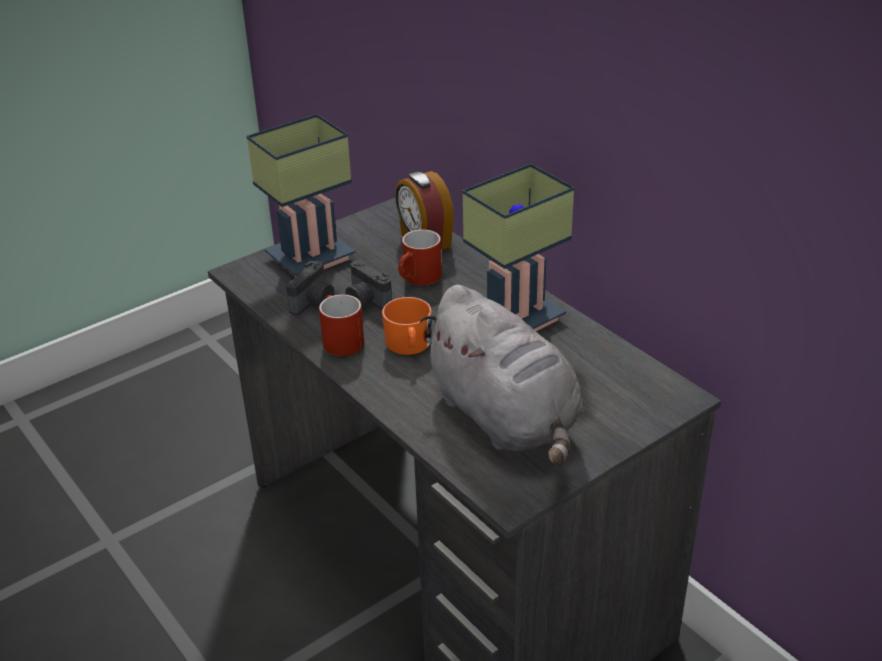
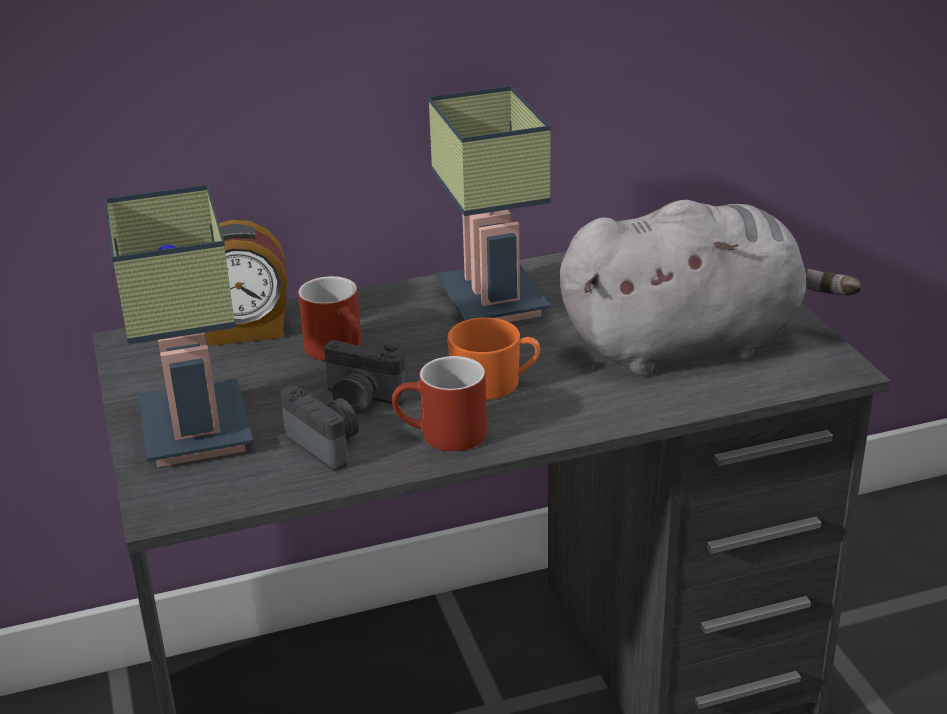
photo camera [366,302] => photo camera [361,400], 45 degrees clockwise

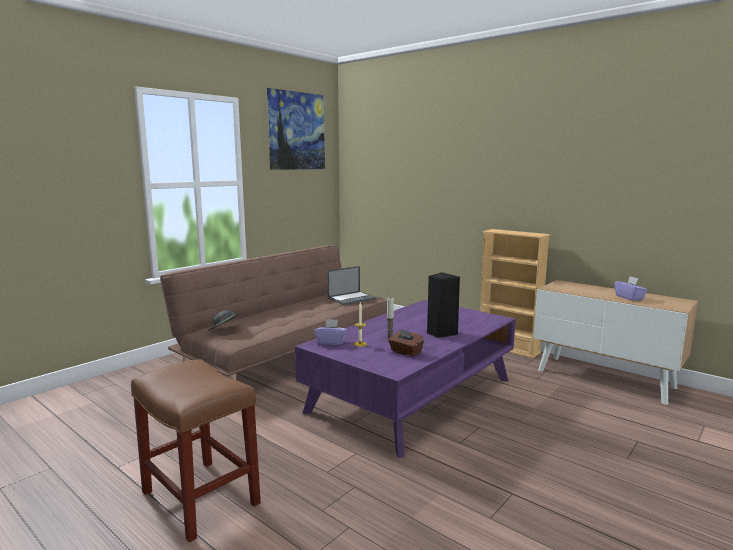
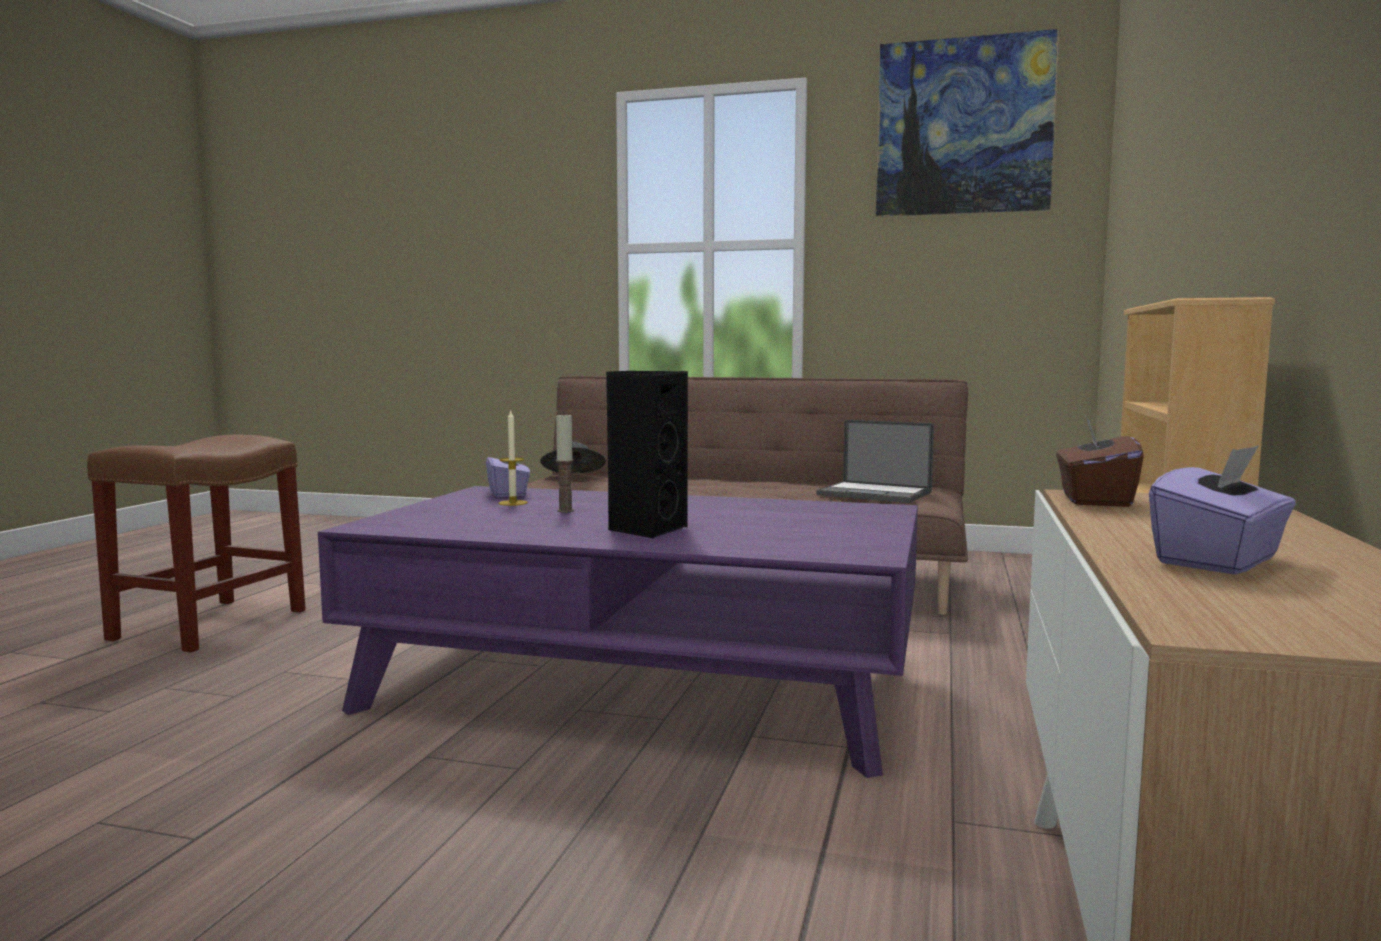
brown-coloured tissue holder [405,352] => brown-coloured tissue holder [1094,500], relocated

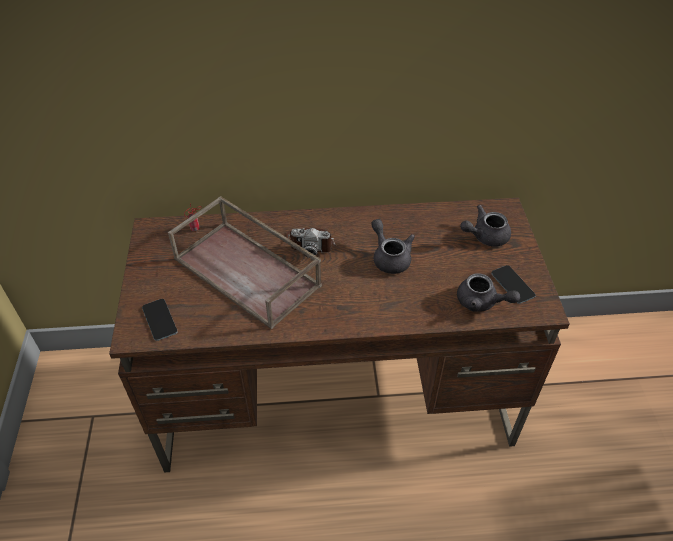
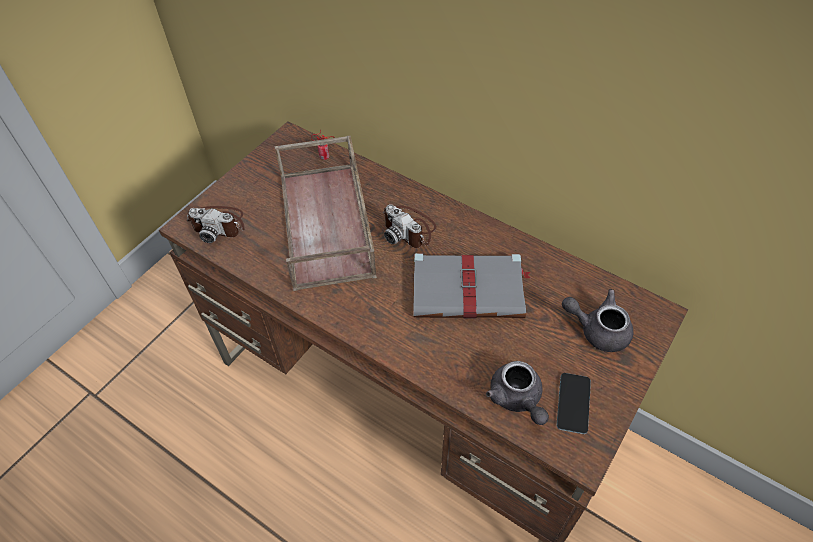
handset [159,320] => photo camera [219,224]
grey teapot [389,257] => grey book [470,289]

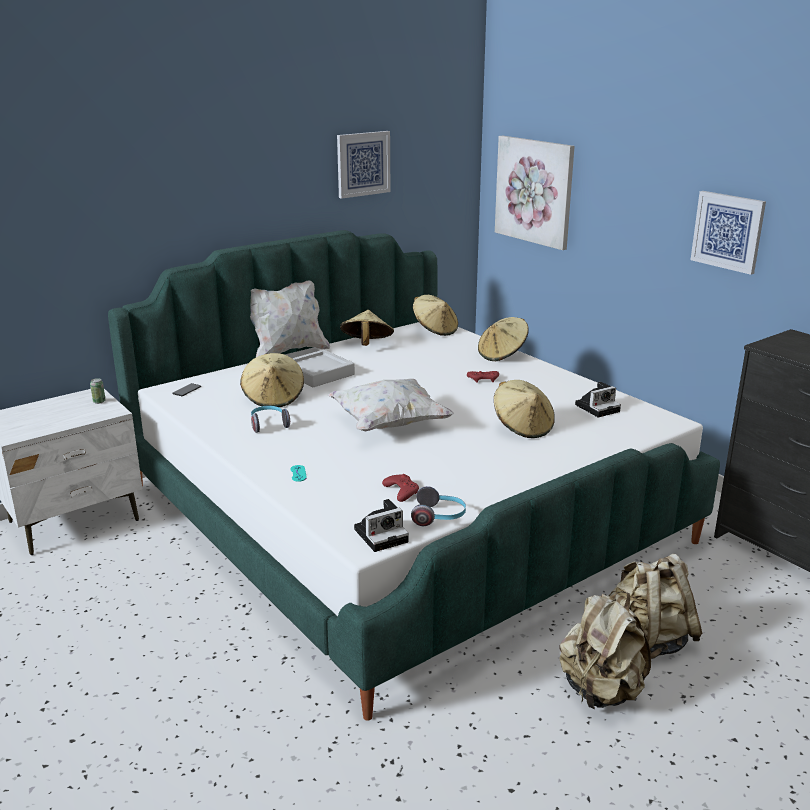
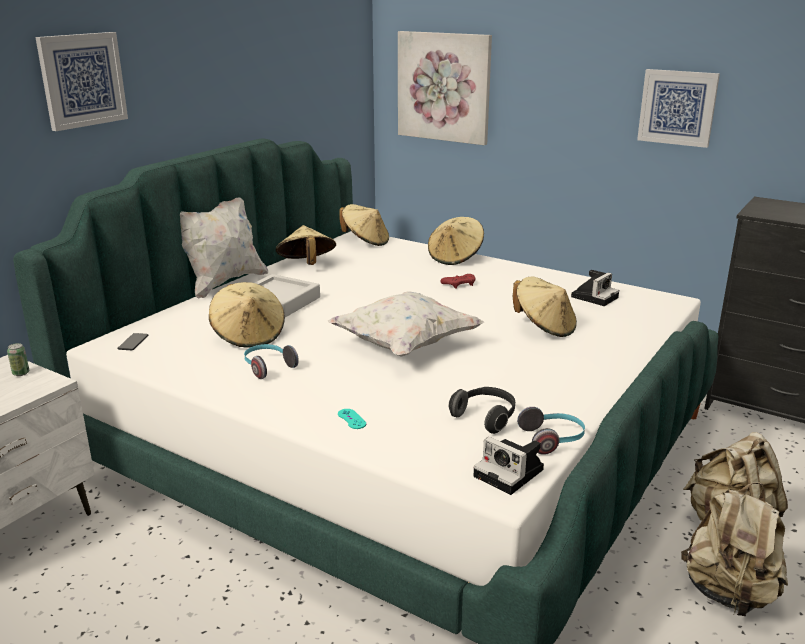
wall picture [363,164] => wall picture [82,80], relocated
photo camera [382,534] => photo camera [511,473], 90 degrees clockwise
red joypad [401,491] => headphones [485,417]

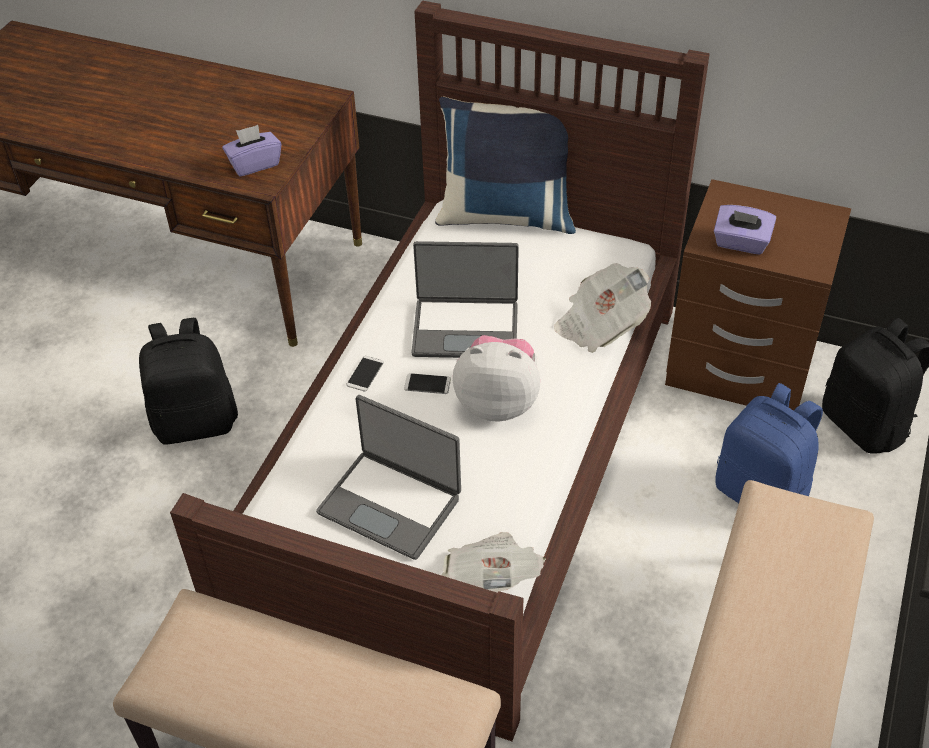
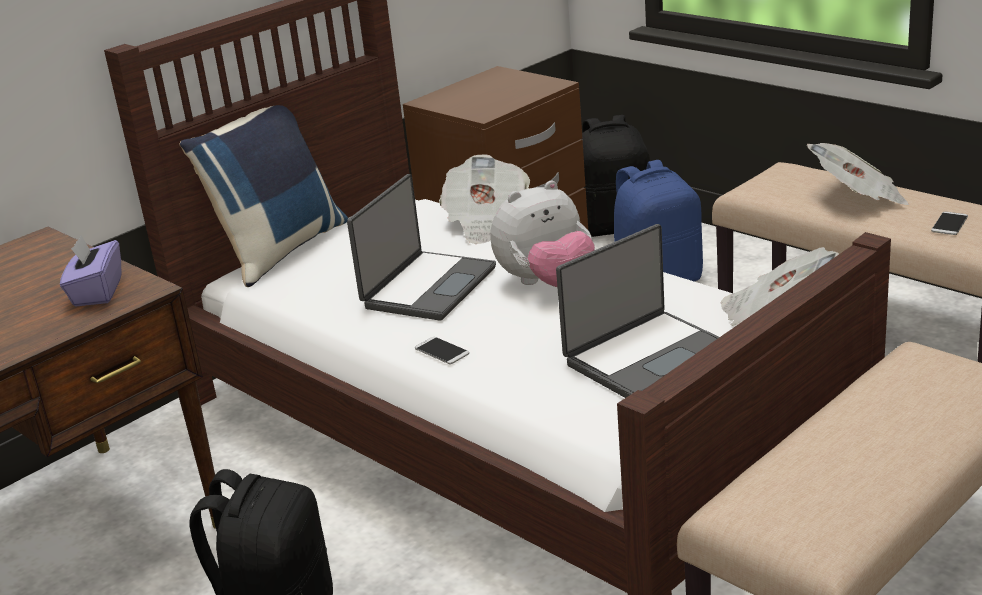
handset [427,384] => handset [949,224], relocated
plush toy [498,402] => plush toy [546,283], 150 degrees counterclockwise
purple tissue holder [741,243] => nothing
nothing => daily paper [858,198]

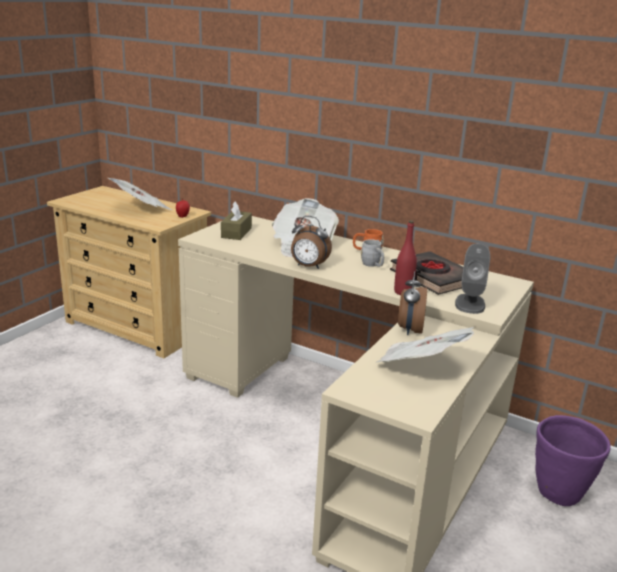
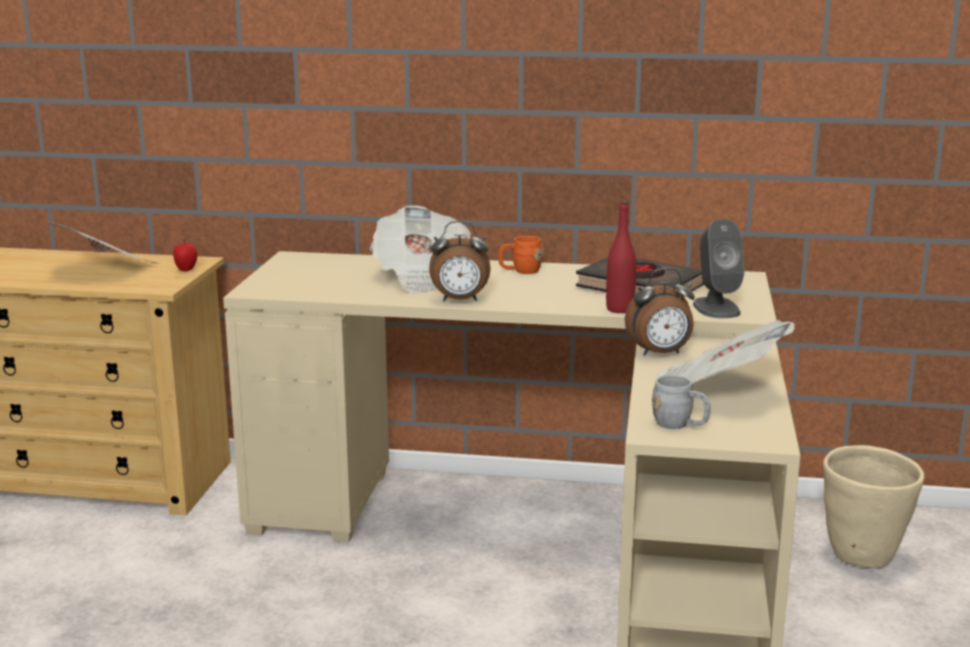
brown-coloured tissue holder [236,232] => nothing
grey tea mug [373,265] => grey tea mug [680,425], relocated
table clock [409,329] => table clock [660,353], 90 degrees counterclockwise
purple flower pot [559,494] => sand-coloured flower pot [863,557]

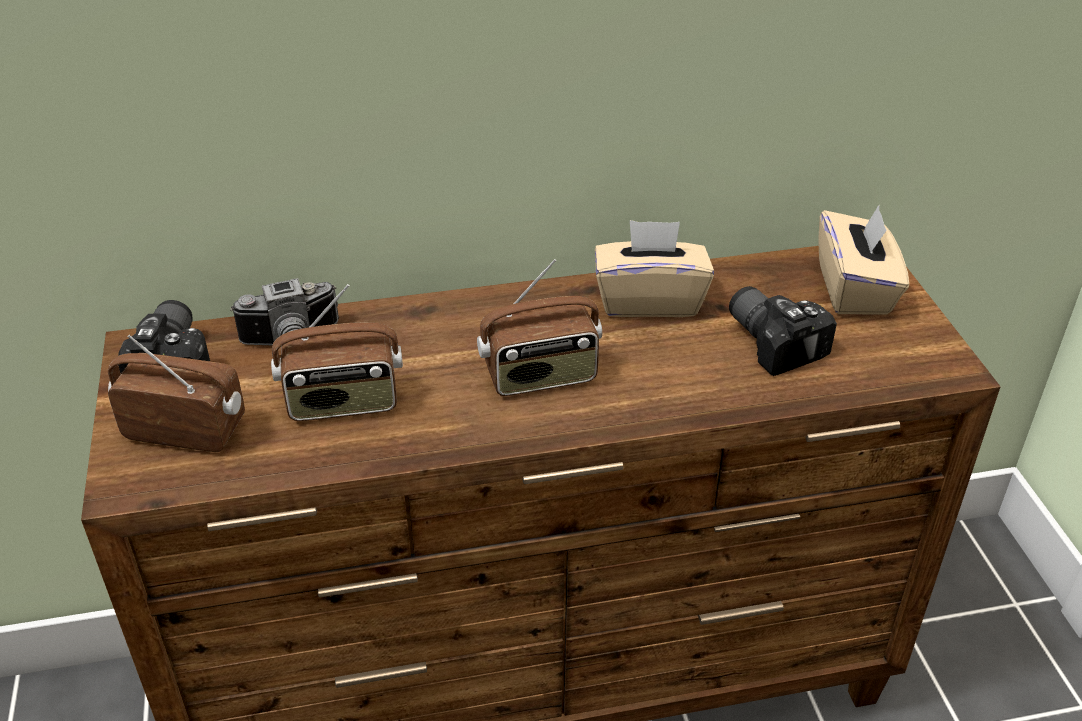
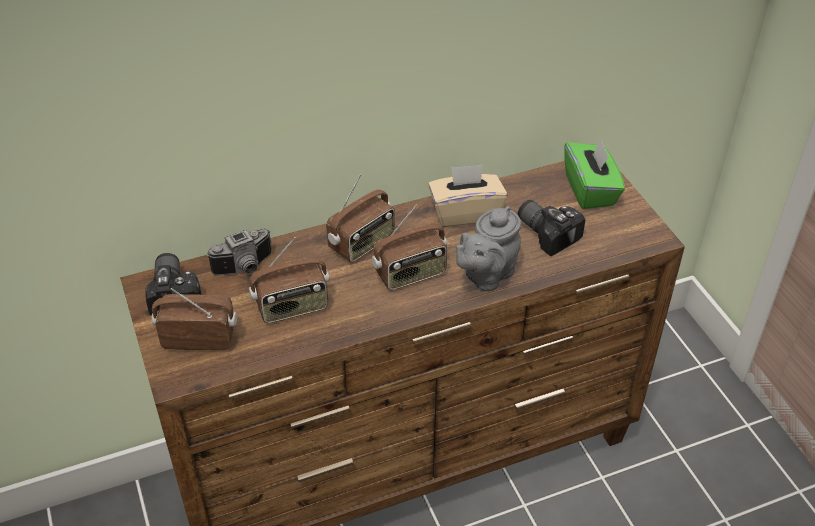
sand-coloured tissue holder [855,289] => green-coloured tissue holder [590,190]
nothing => radio receiver [362,244]
nothing => grey teapot [486,276]

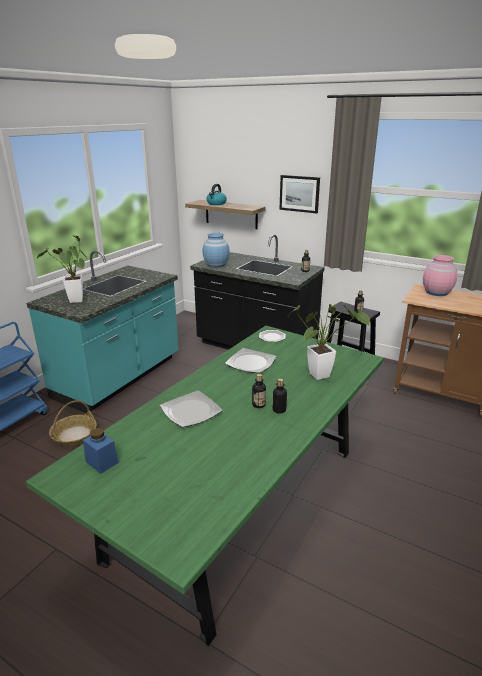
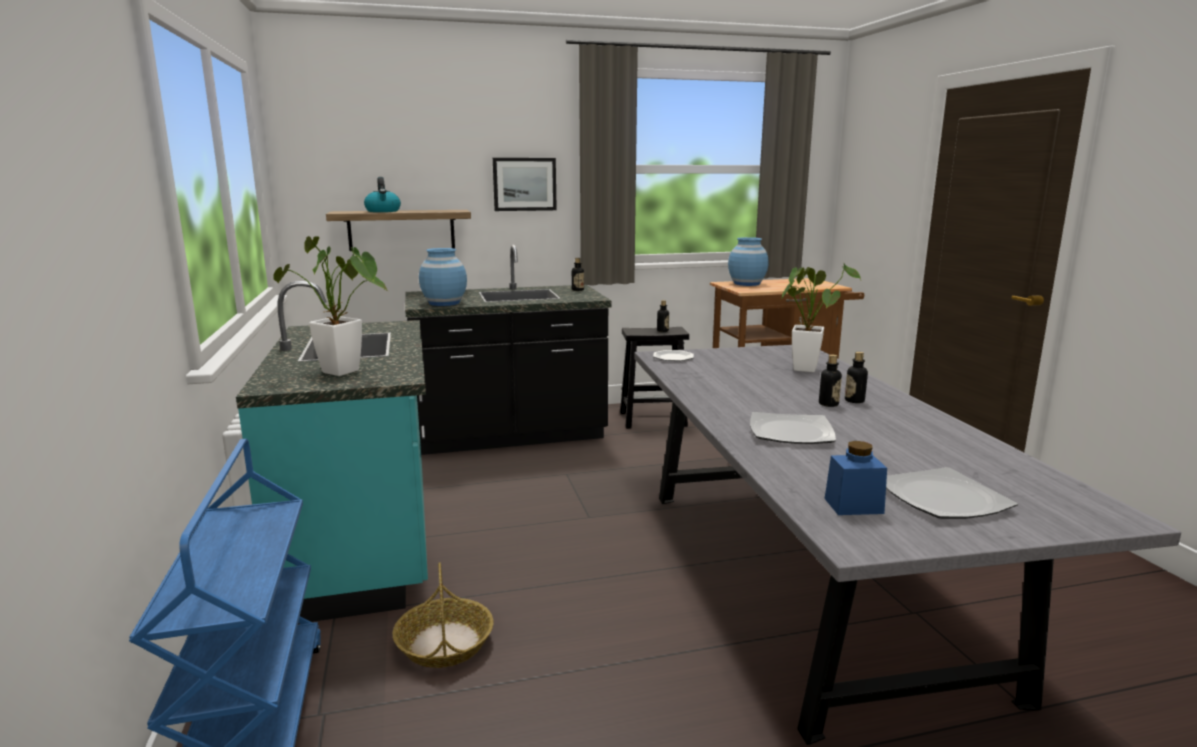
green-coloured dinner table [240,501] => grey dinner table [803,578]
flat dish [250,363] => flat dish [942,499], relocated
pink vase [436,292] => bluish vase [746,283]

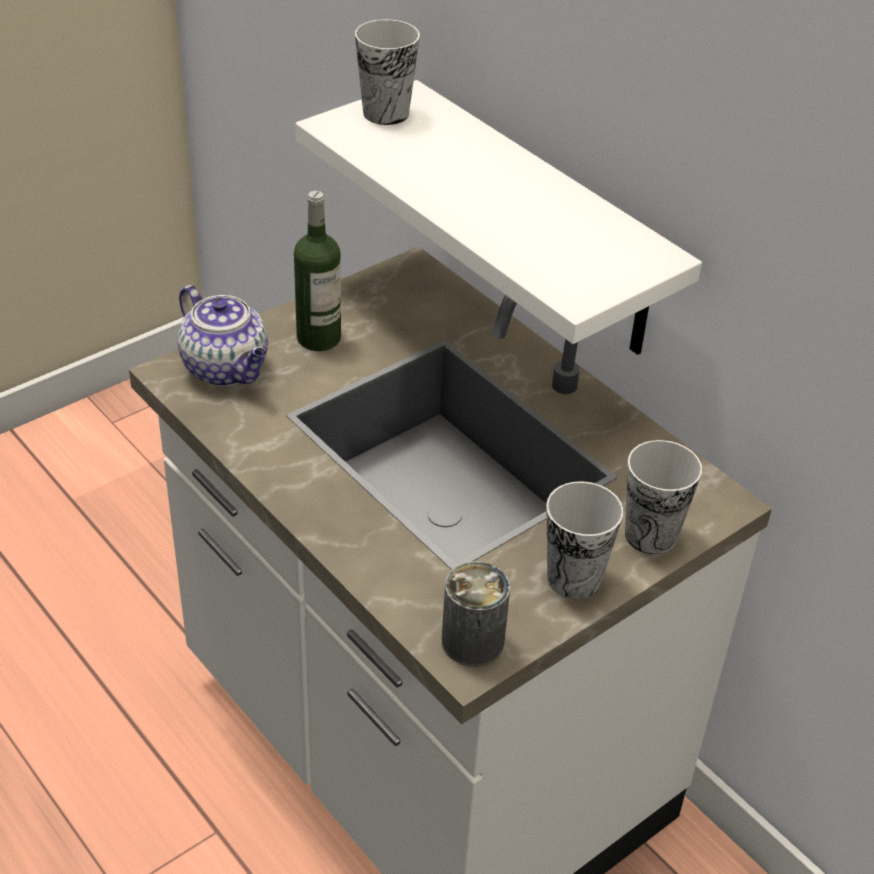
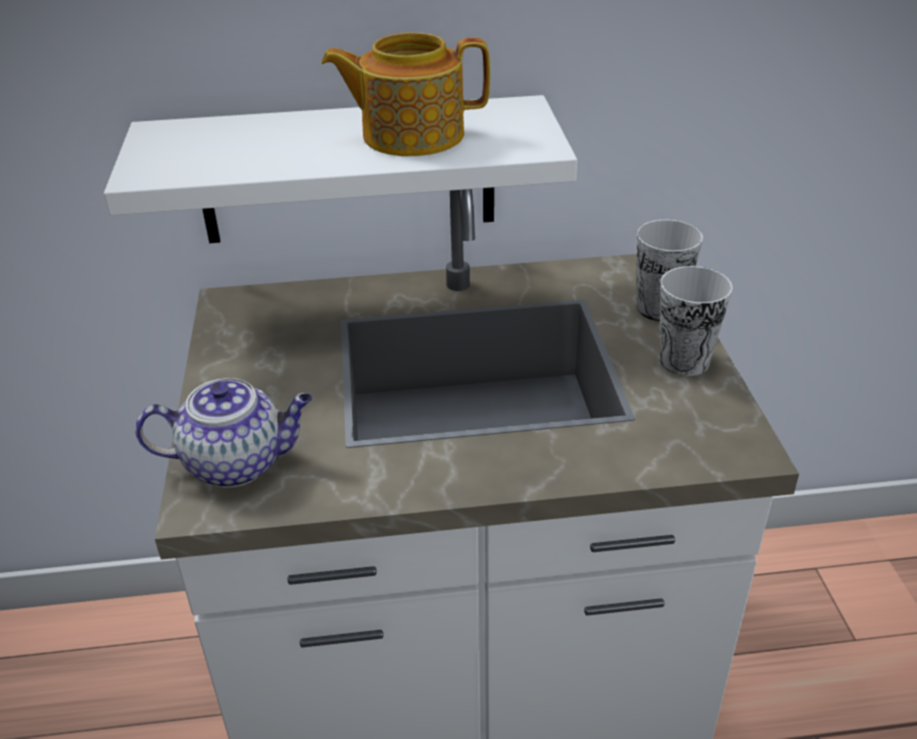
beverage bottle [318,338] => nothing
drinking cup [386,113] => nothing
sealed can [472,641] => nothing
nothing => teapot [410,135]

